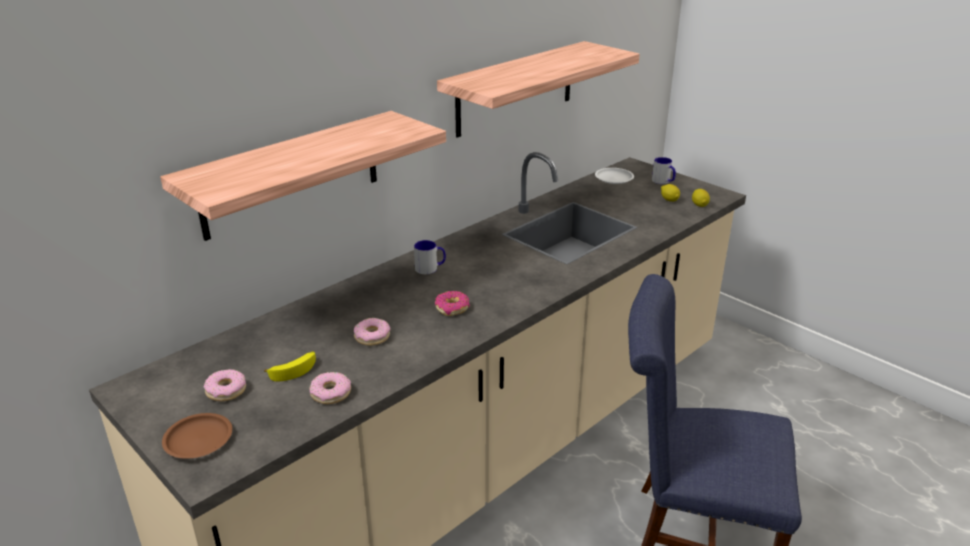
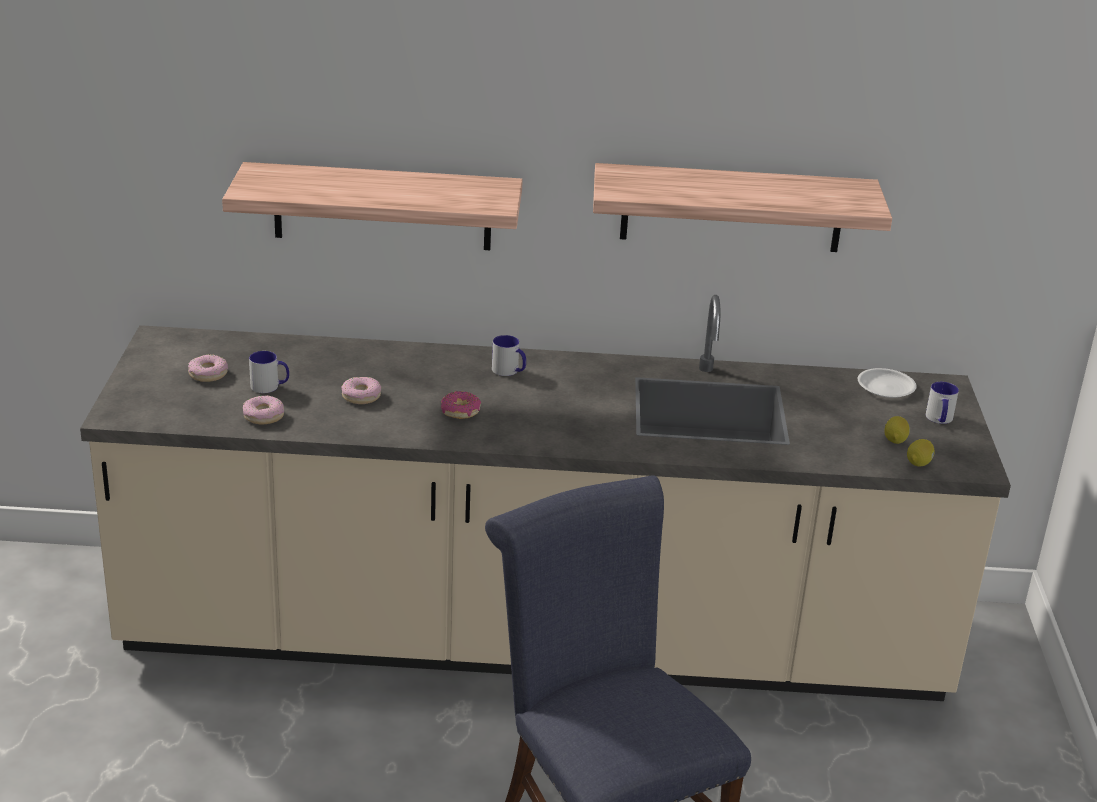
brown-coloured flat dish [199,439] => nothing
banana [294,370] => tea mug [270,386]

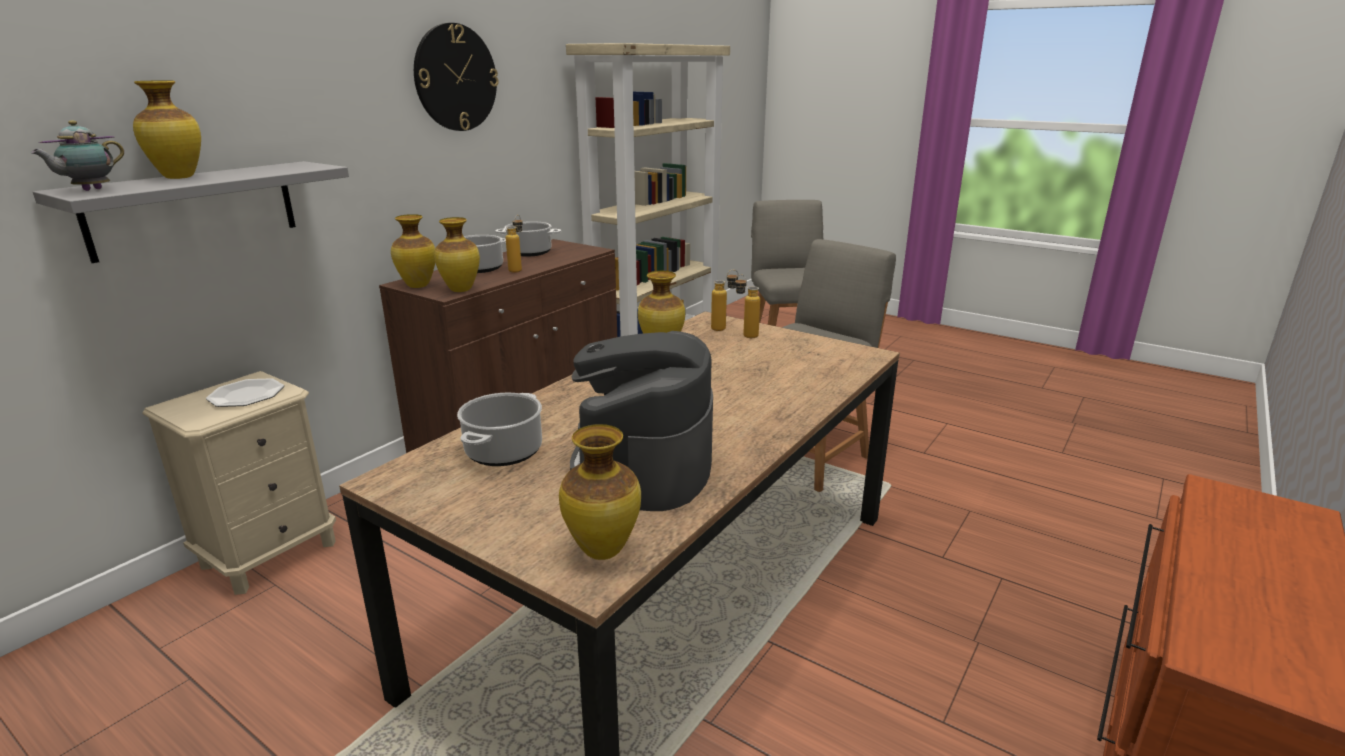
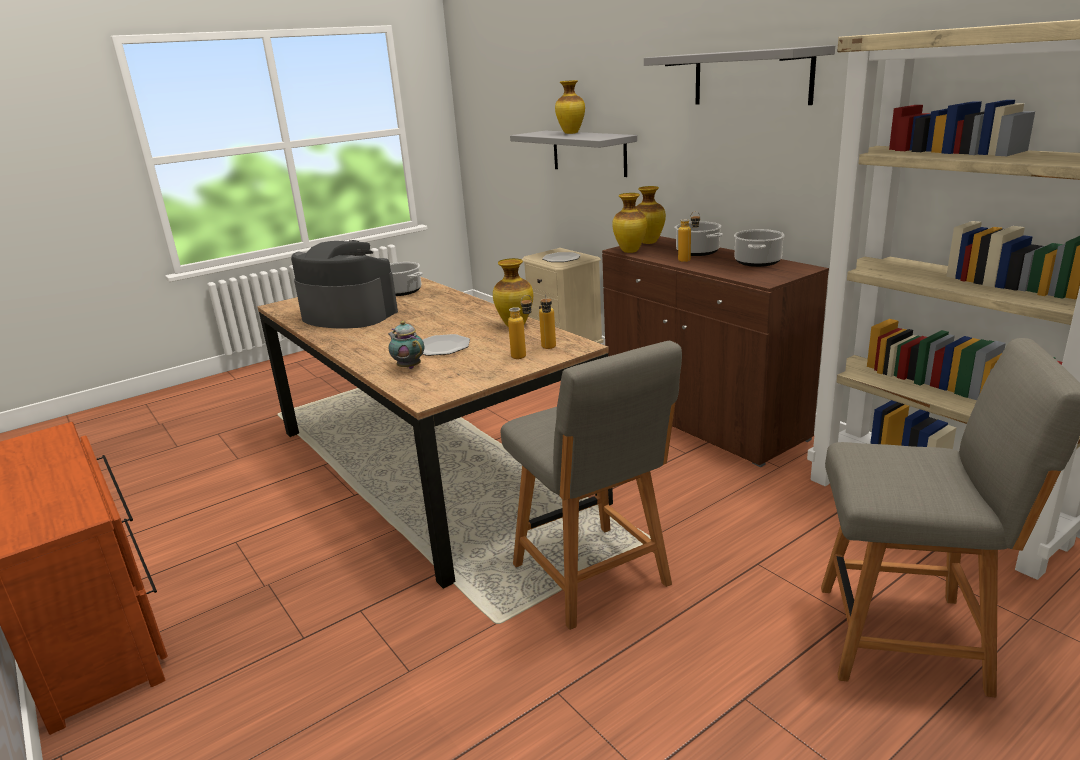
teapot [89,190] => teapot [408,367], relocated
wall clock [455,78] => grey bracket shelf [751,77]
vase [603,550] => nothing
nothing => flat dish [442,347]

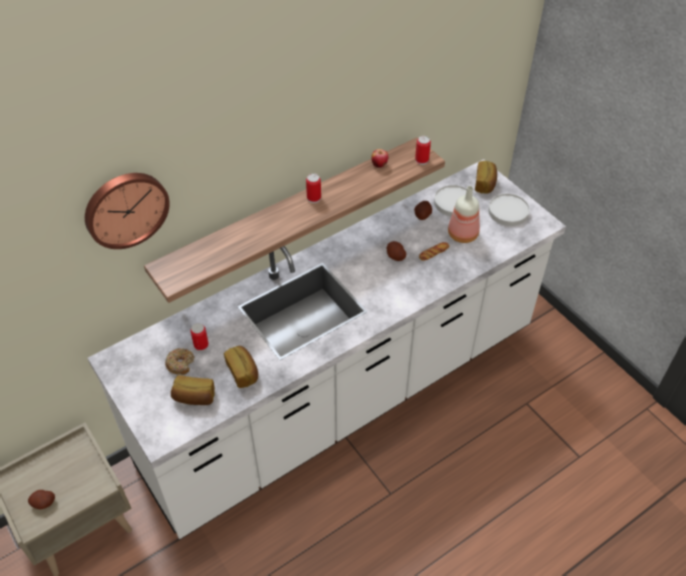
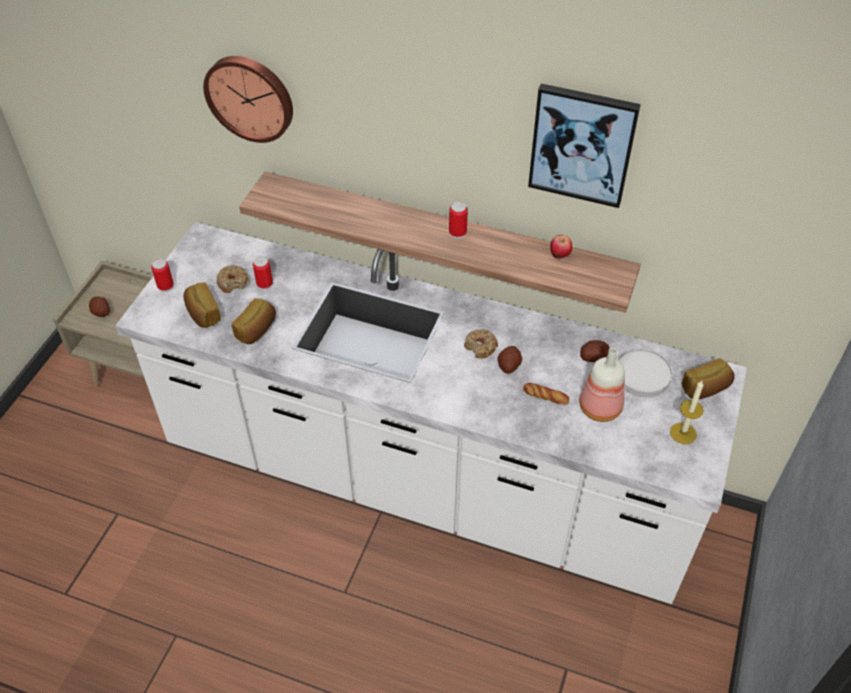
sealed can [421,160] => sealed can [165,286], relocated
white flat dish [508,211] => candle [683,433]
nothing => doughnut [480,347]
nothing => wall picture [582,144]

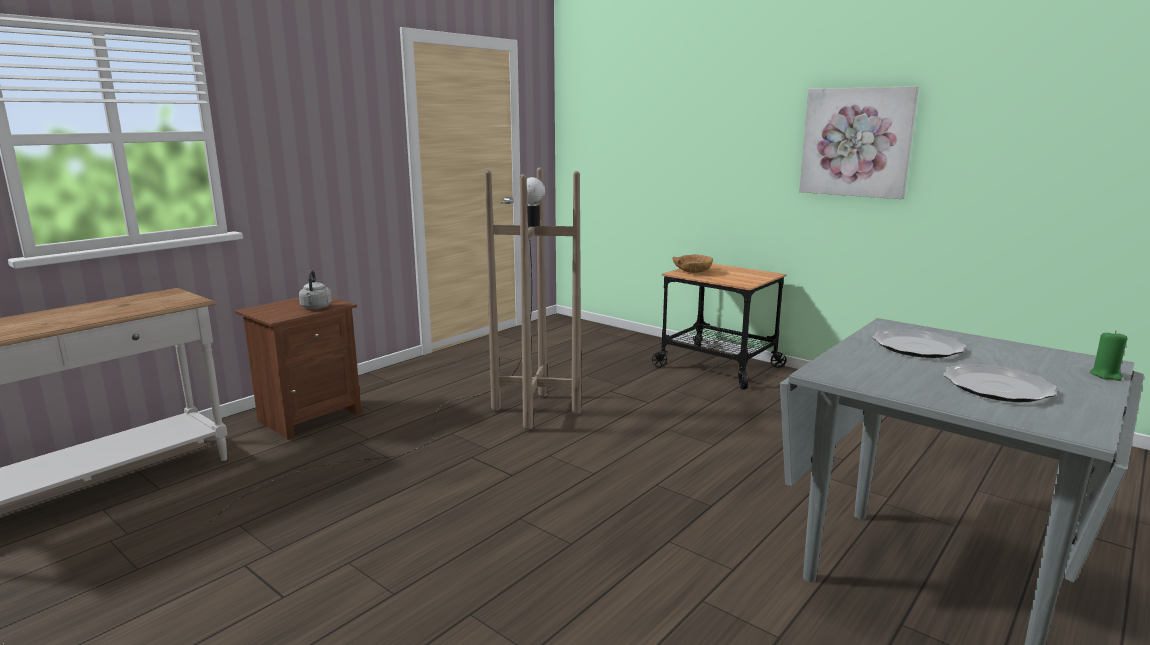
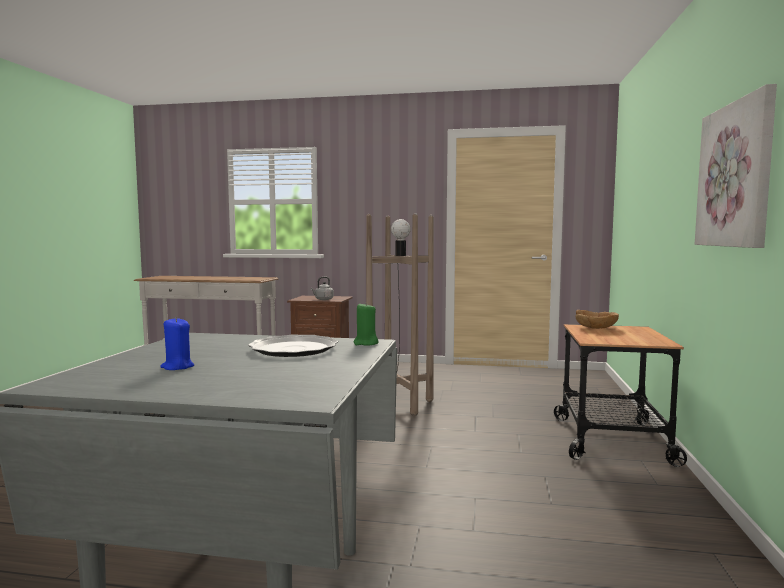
flat dish [996,387] => bluish candle [177,367]
green-coloured candle [1106,375] => green-coloured candle [365,343], relocated

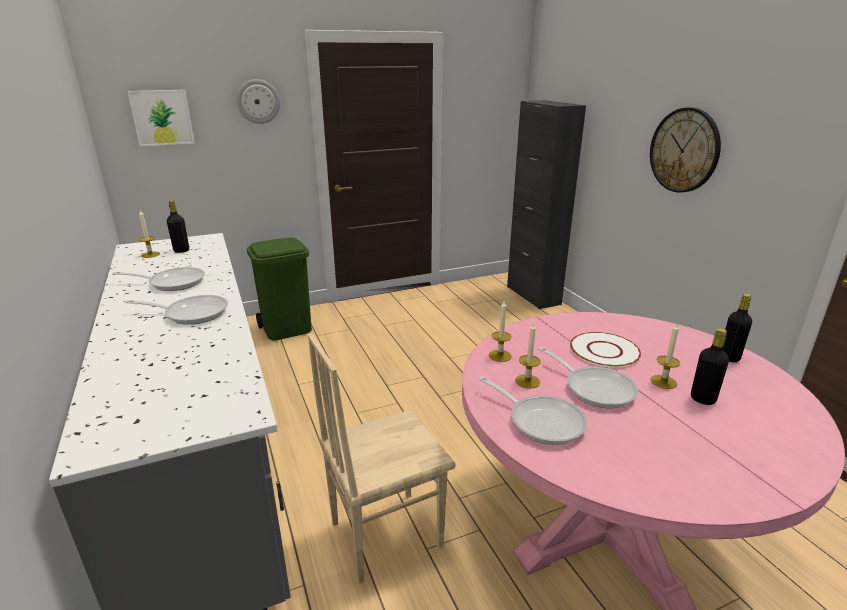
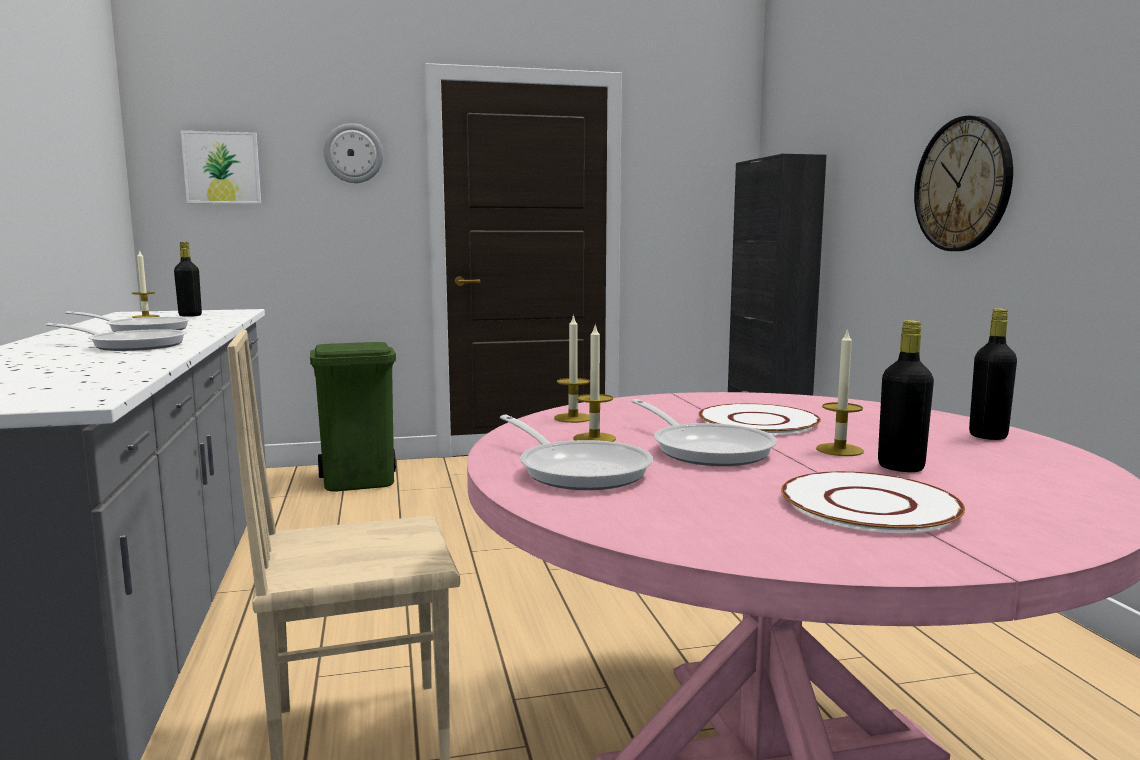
nothing => white flat dish [868,505]

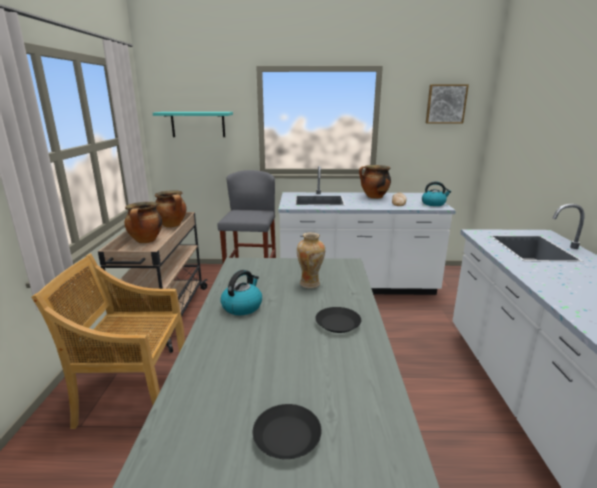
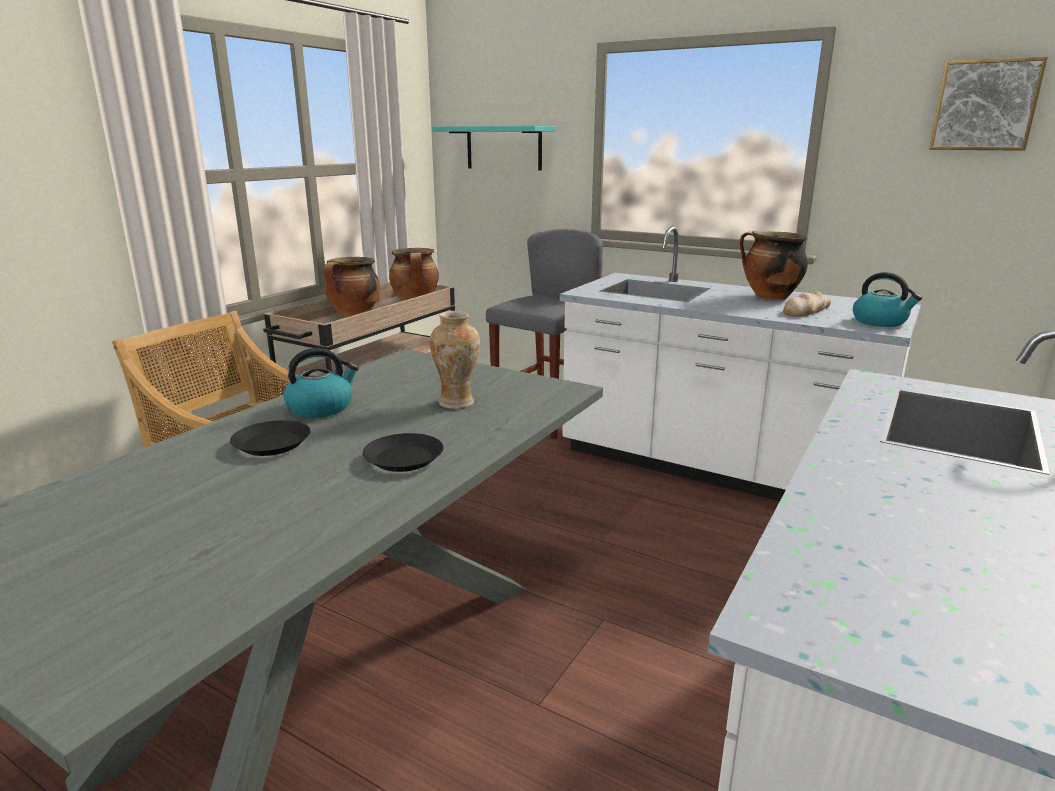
black-coloured flat dish [287,436] => black-coloured flat dish [272,444], relocated

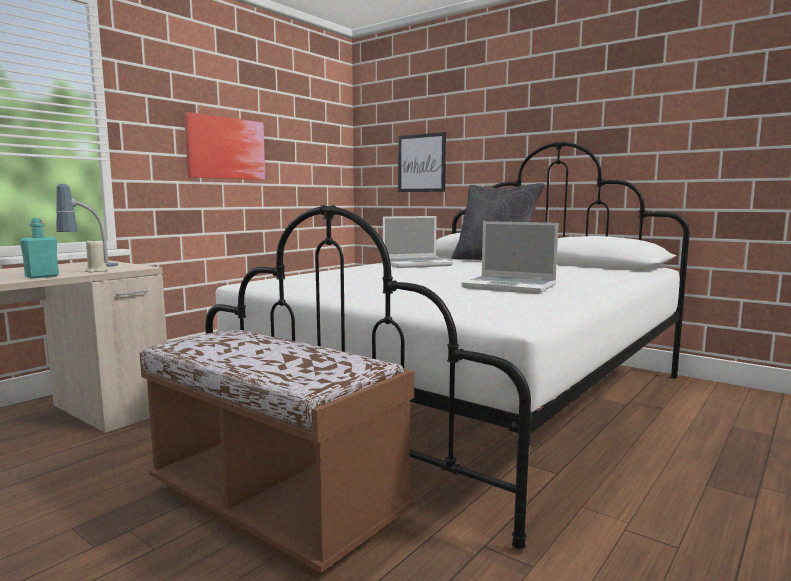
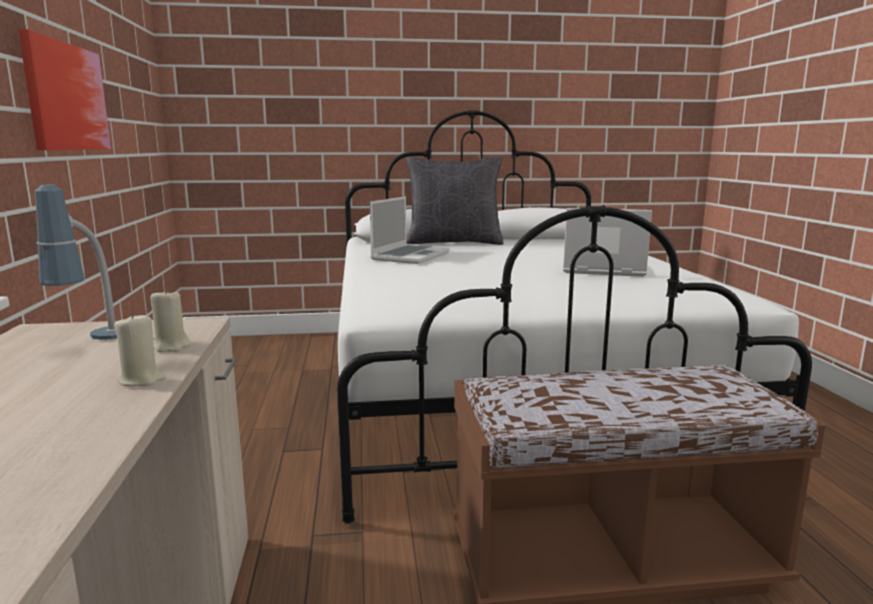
turquoise-coloured beverage bottle [42,276] => sand-coloured candle [141,380]
wall picture [421,163] => nothing
laptop [511,287] => laptop [602,269], 150 degrees counterclockwise

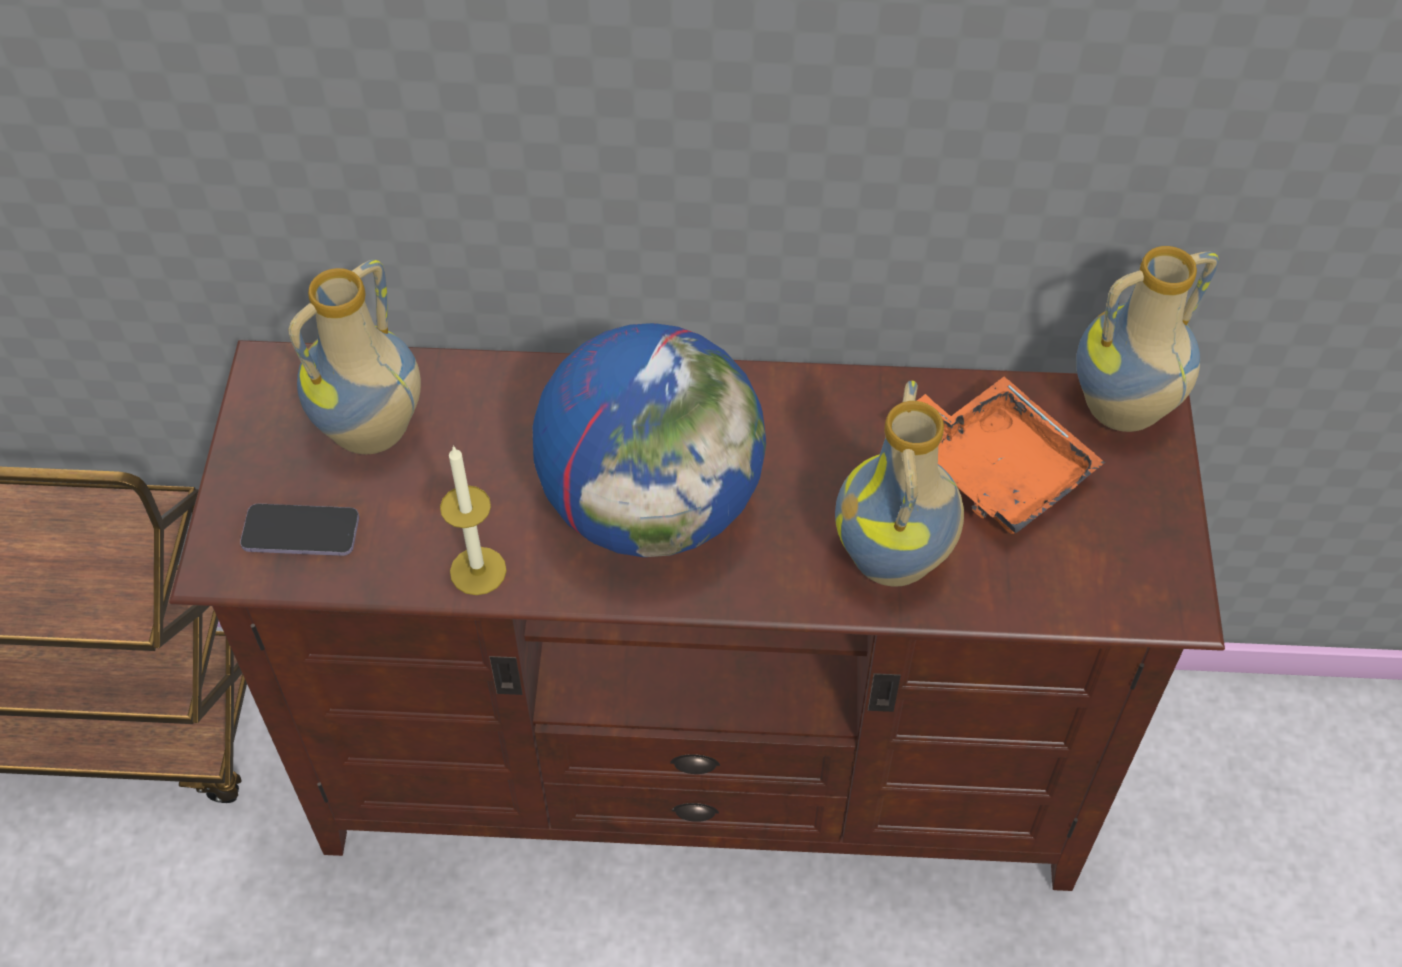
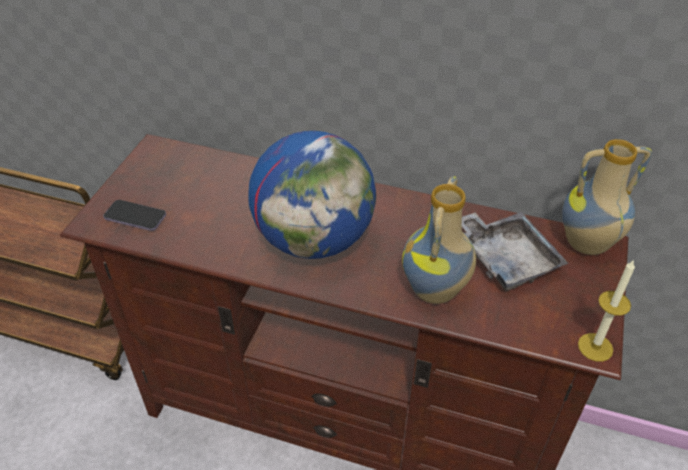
vase [373,433] => nothing
candle [478,571] => candle [595,347], relocated
orange carrying tray [995,469] => grey carrying tray [506,258]

